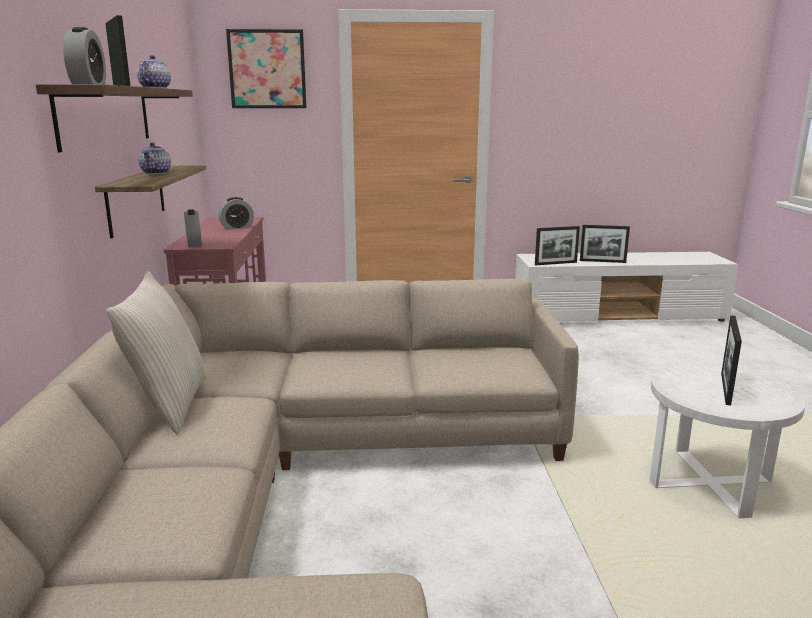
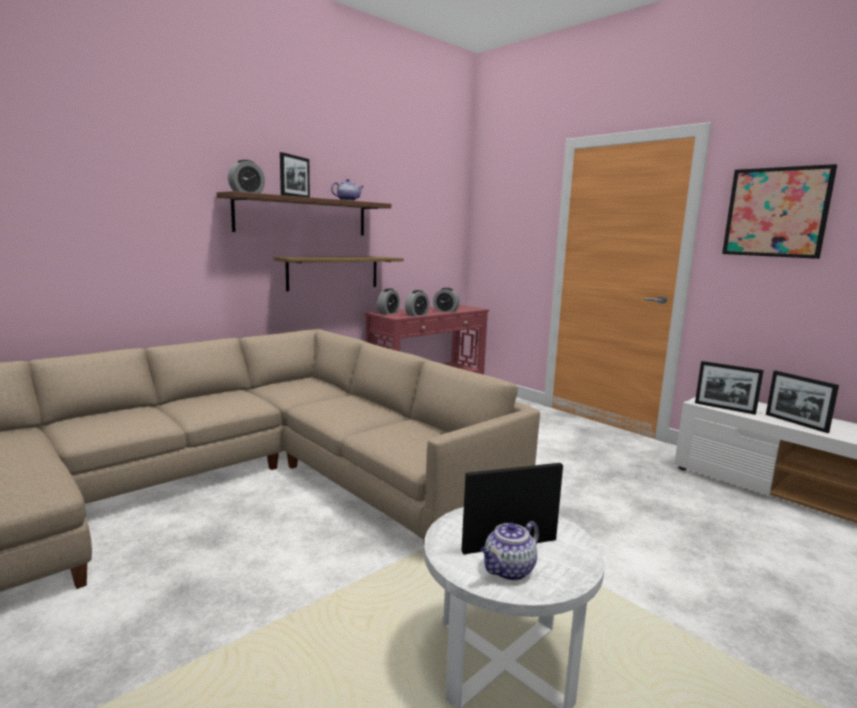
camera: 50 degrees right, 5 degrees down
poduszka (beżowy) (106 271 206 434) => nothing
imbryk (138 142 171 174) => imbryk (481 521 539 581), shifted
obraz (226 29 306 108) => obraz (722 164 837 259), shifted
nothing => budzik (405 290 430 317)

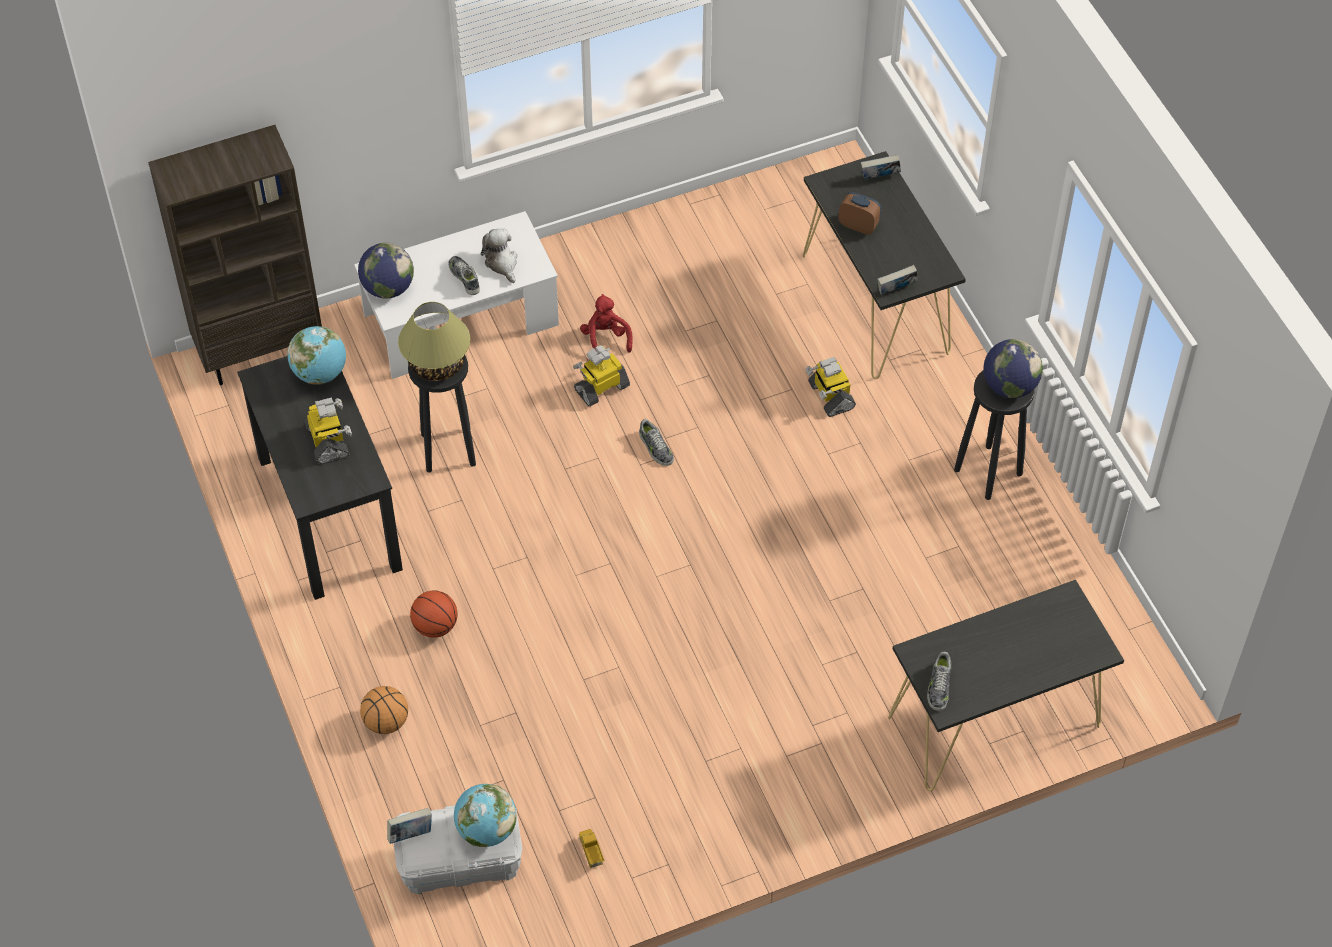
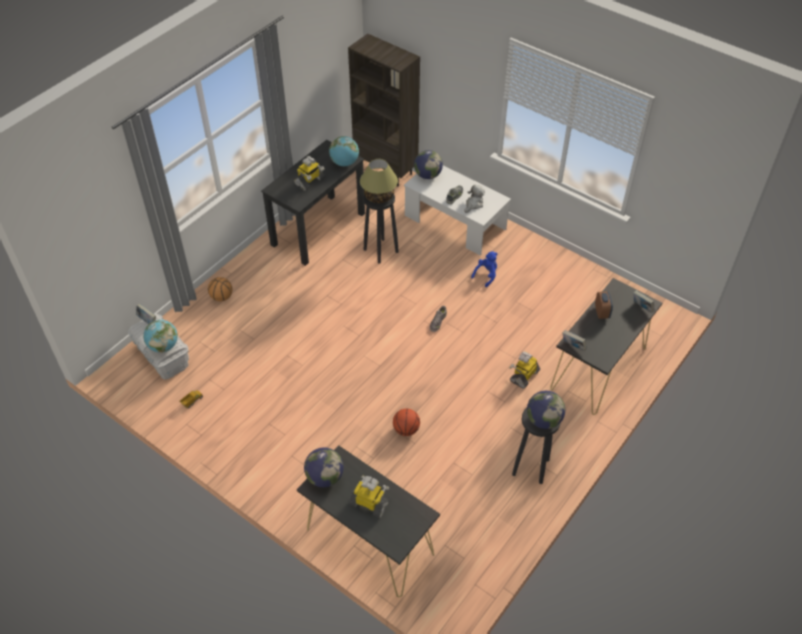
camera: 60 degrees right, 5 degrees down
piłka do koszykówki (410 591 457 638) => piłka do koszykówki (393 409 420 436), shifted
robot zabawkowy (573 345 630 407) => robot zabawkowy (349 476 390 518), shifted
pluszak (czerwony) (580 294 633 353) => pluszak (niebieski) (471 251 497 287)
but (927 651 952 711) => globus (304 448 344 487)

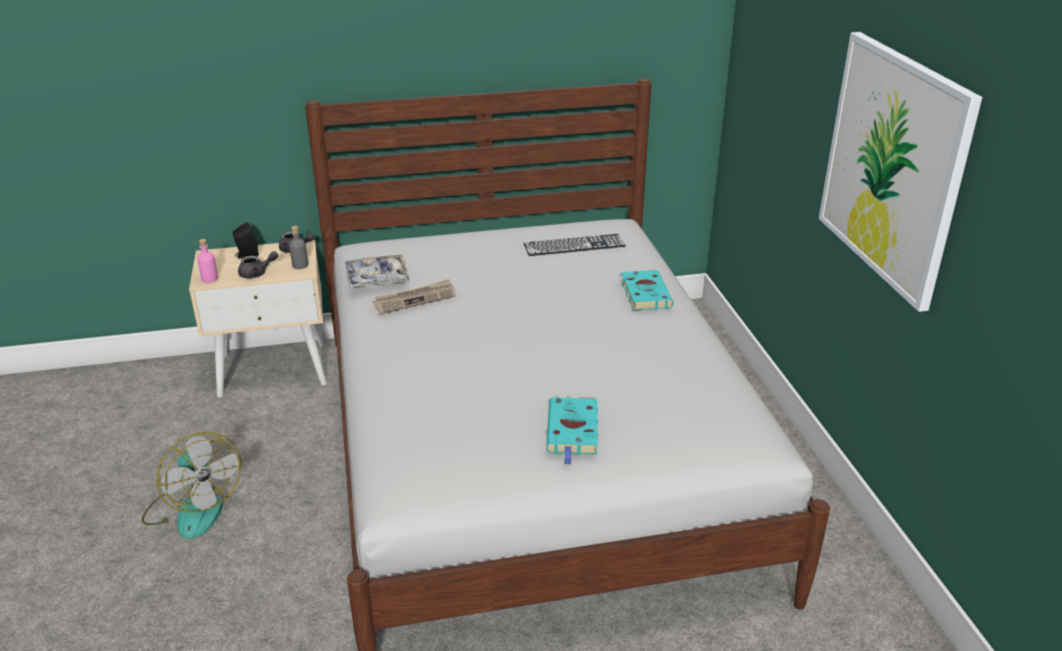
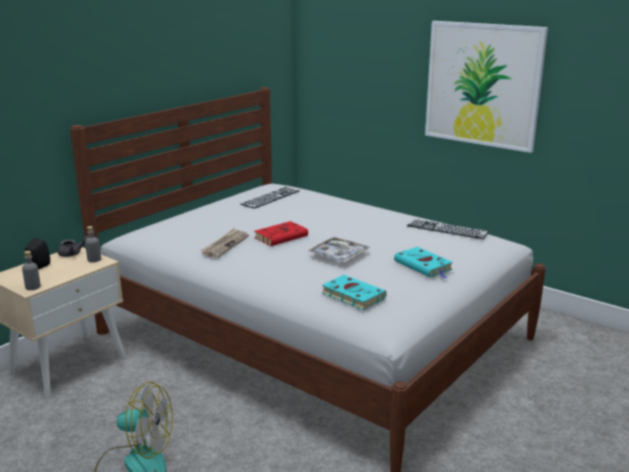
camera: 40 degrees left, 10 degrees down
butelka (różowy) (197 239 218 283) => butelka (szary) (22 251 41 290)
imbryk (szary) (238 251 278 278) => nothing
taca (345 255 409 287) => taca (307 237 370 262), shifted
książka (turkusowy) (621 270 673 311) => książka (turkusowy) (322 275 387 310), shifted
nothing => książka (czerwony) (255 221 309 246)
nothing => klawiatura (407 219 489 239)

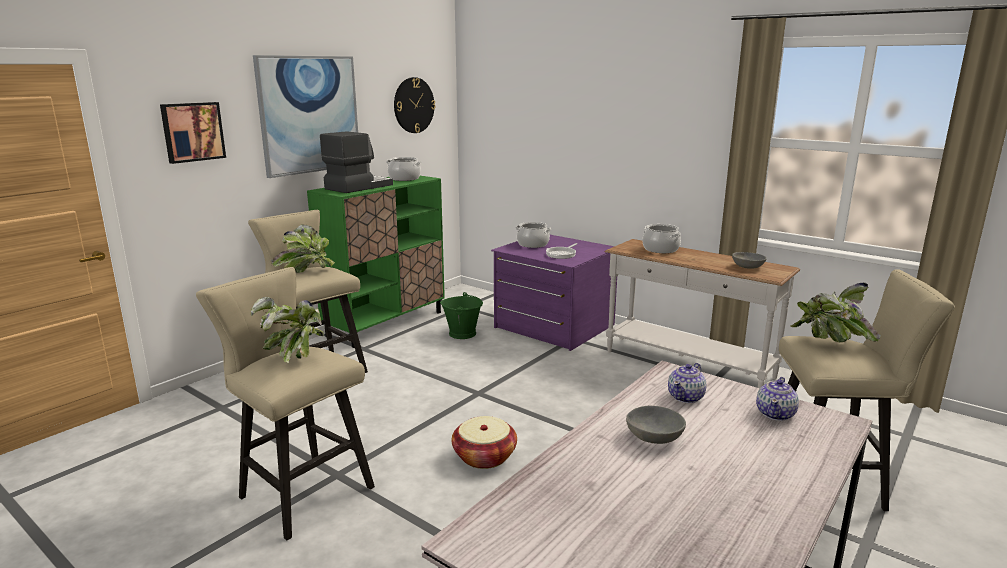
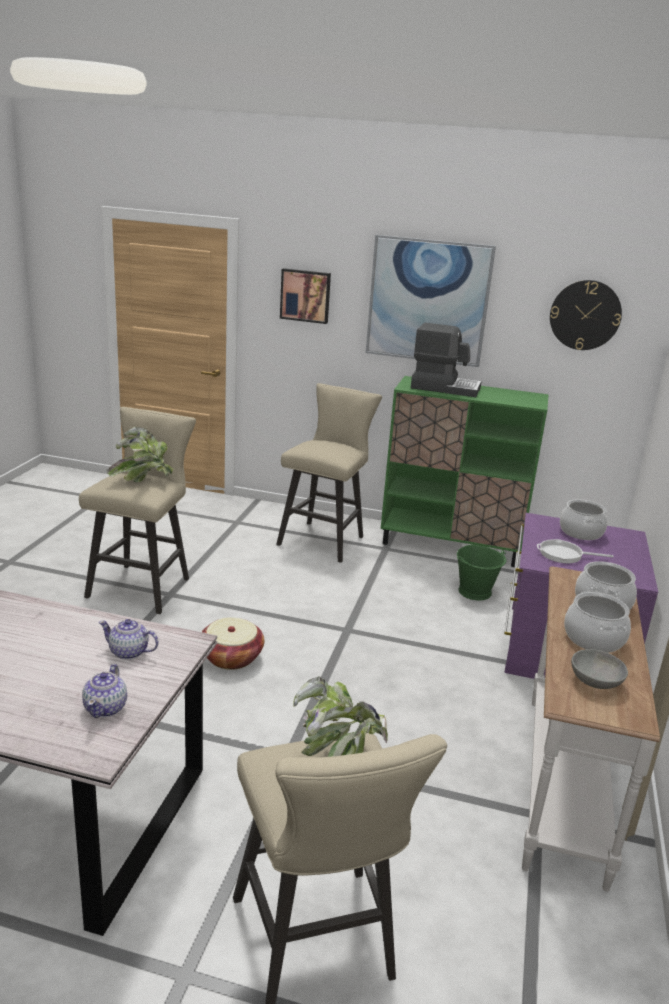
camera: 65 degrees right, 5 degrees up
roślina doniczkowa (271 224 335 273) => nothing
garnek (386 157 421 181) => garnek (564 591 631 653), shifted
miska (szary) (626 406 686 444) => nothing
imbryk (756 377 799 421) => imbryk (82 664 127 718), 90 degrees counterclockwise

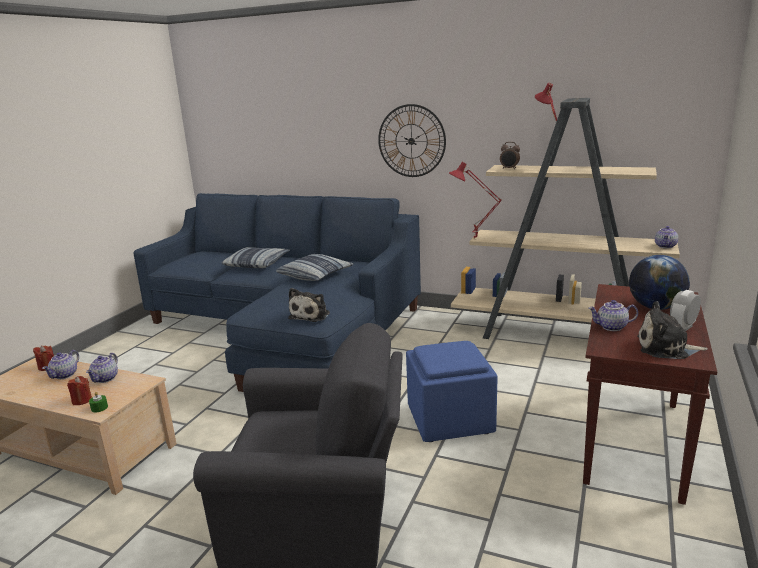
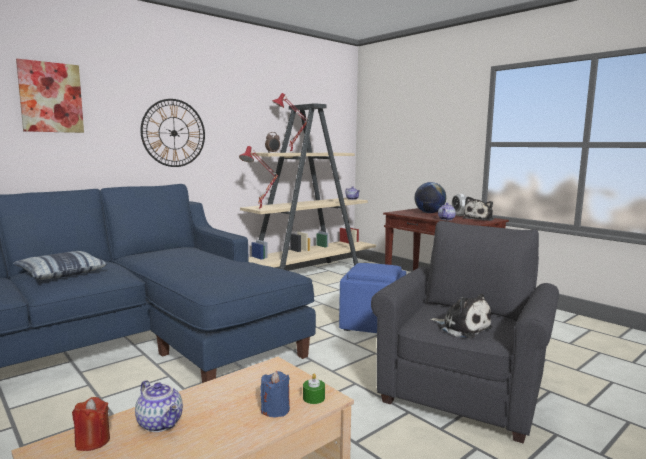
camera: 65 degrees left, 10 degrees down
świeca (czerwony) (67 376 92 405) => świeca (niebieski) (260 371 290 417)
imbryk (86 353 118 383) => nothing
poduszka (276 254 353 281) => nothing
pluszak (288 288 330 322) => pluszak (430 294 493 339), shifted
nothing => obraz (16 59 84 133)

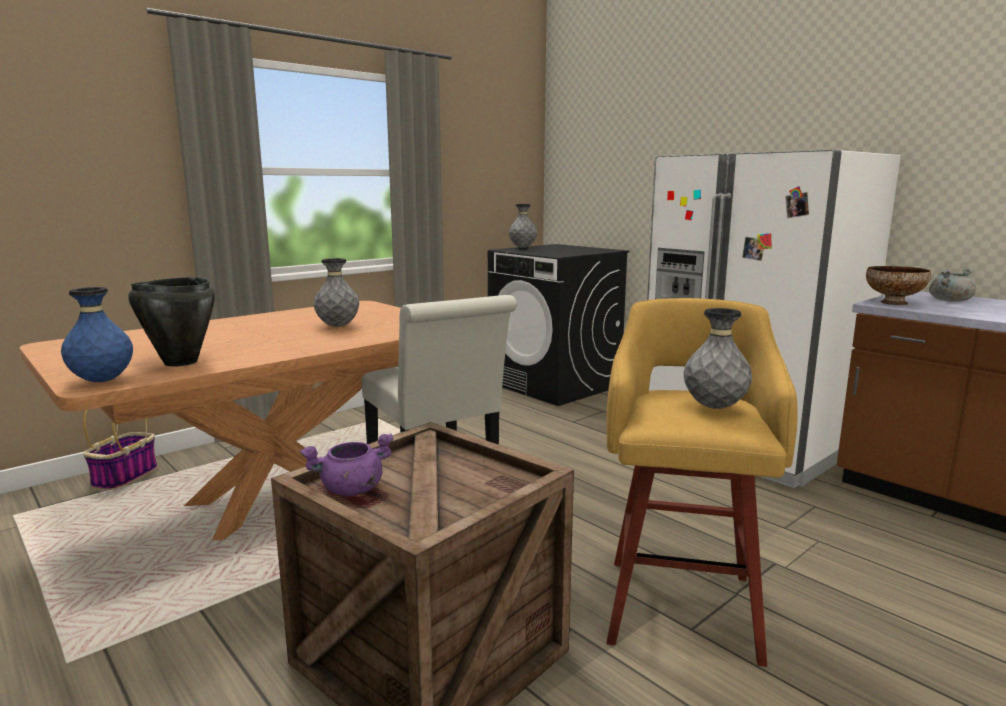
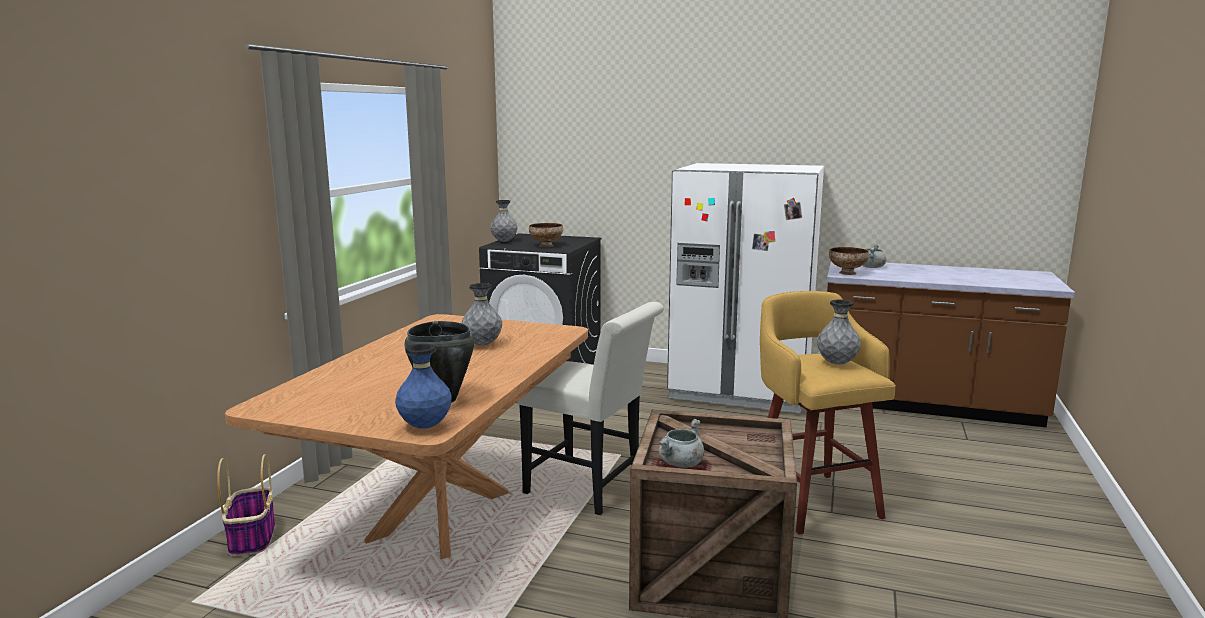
camera: 30 degrees left, 0 degrees up
garnek (fioletowy) (300 433 394 496) => garnek (szary) (658 419 704 468)
nothing => miska (529 223 563 247)

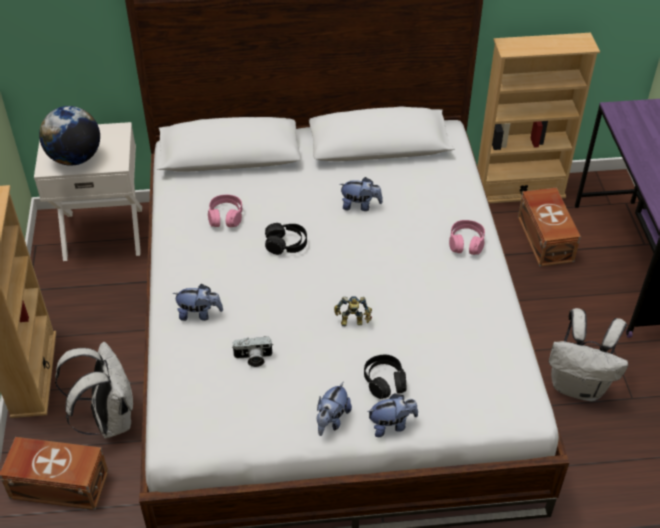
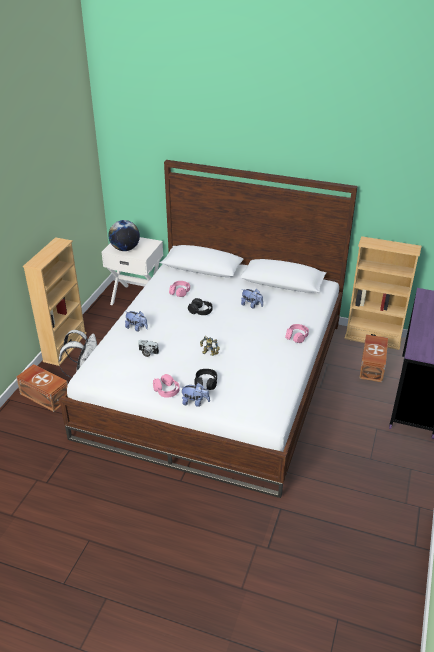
camera: 25 degrees right, 10 degrees down
pluszak (317 381 352 436) => słuchawki (różowy) (153 374 180 398)
plecak (biały) (549 308 628 402) => nothing

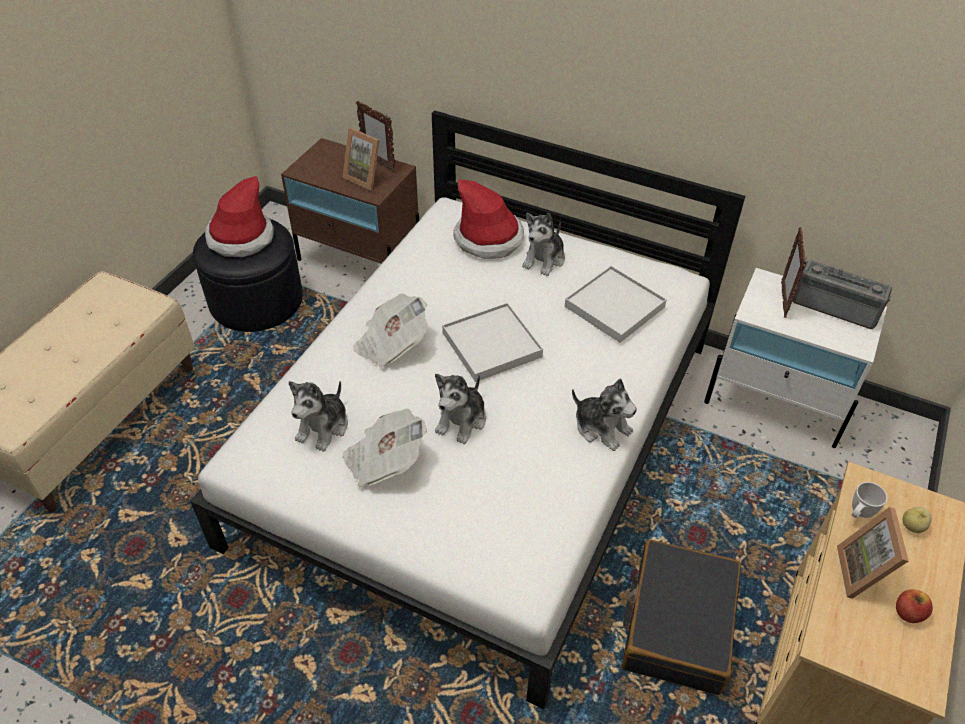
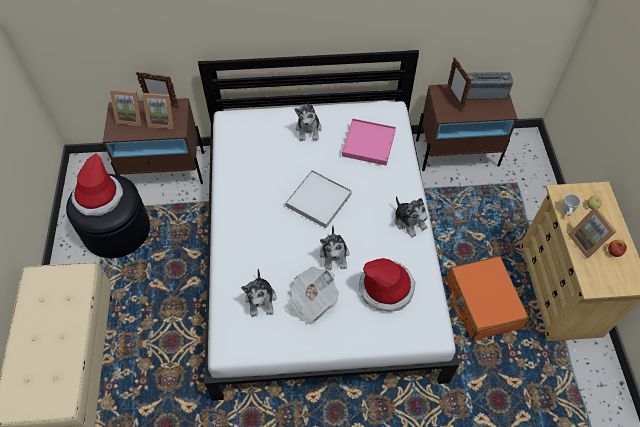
camera: 30 degrees left, 10 degrees up
gazeta (353 293 428 368) => nothing
kapelusz (453 179 524 259) => kapelusz (359 258 415 312), shifted
taca (biały) (565 266 667 343) => taca (różowy) (342 118 396 165)
pluszak (572 379 637 451) => pluszak (395 196 428 238), 45 degrees clockwise
walizka (czarny) (622 539 741 695) => walizka (pomarańczowy) (447 256 529 341)
szafka nocna (biały) (704 268 887 448) => szafka nocna (brązowy) (416 84 518 171)
nothing => ramka na zdjęcie (110 89 142 126)

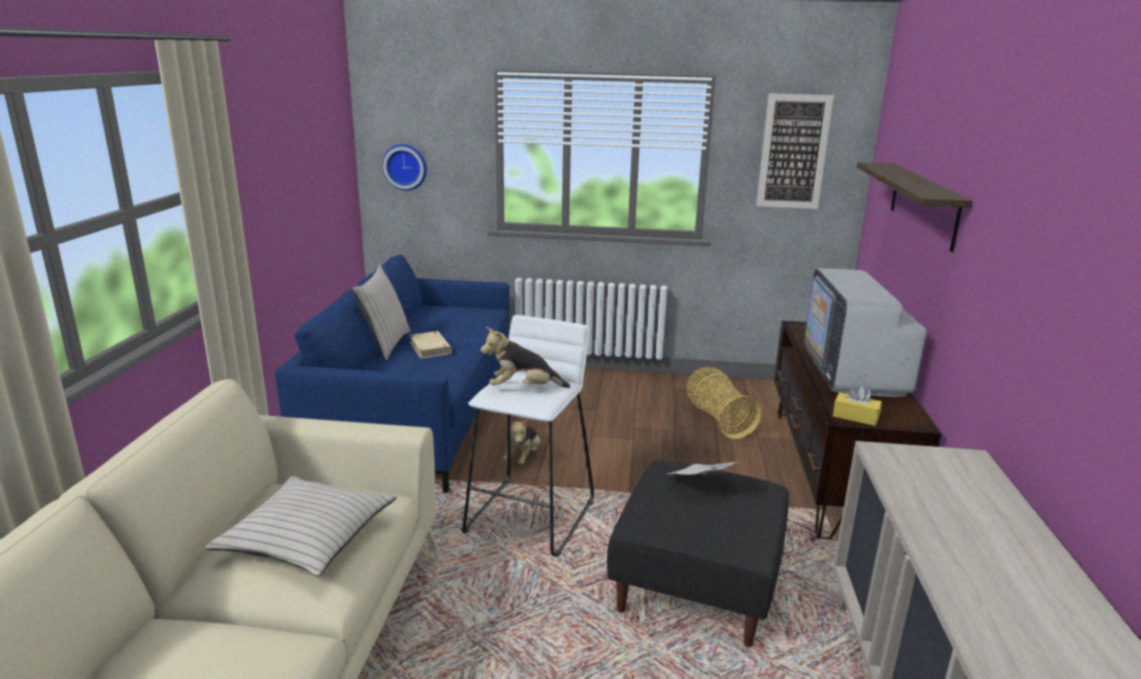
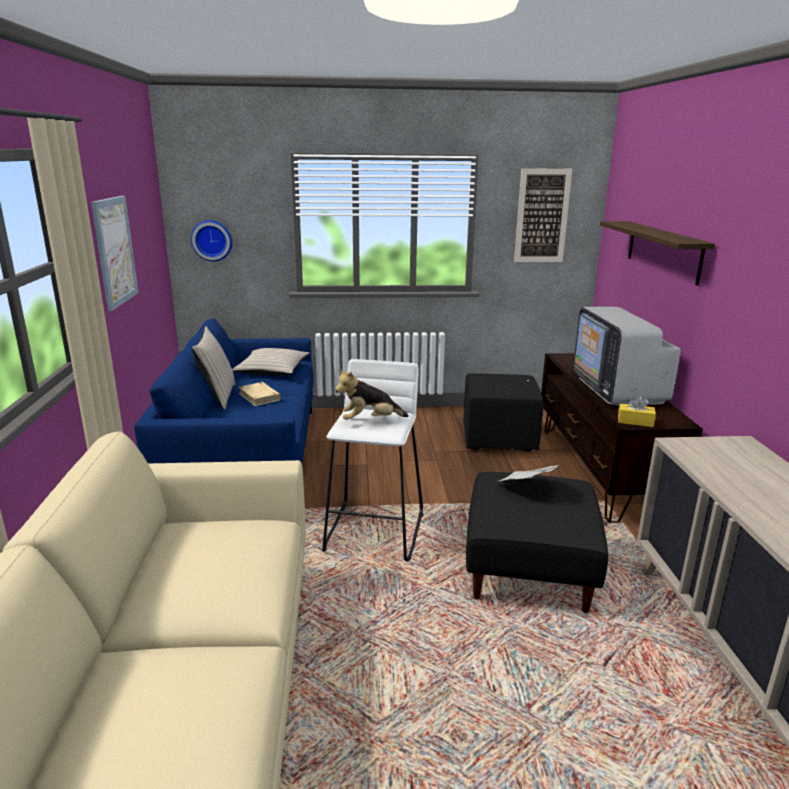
camera: 10 degrees left, 0 degrees up
poduszka (beżowy) (205 476 397 576) => poduszka (beżowy) (232 348 310 376), shifted
pluszak (503 419 540 465) => nothing
koszyk (687 367 762 439) => pufa (czarny) (463 374 544 452)
nothing => obraz (91 196 139 311)

